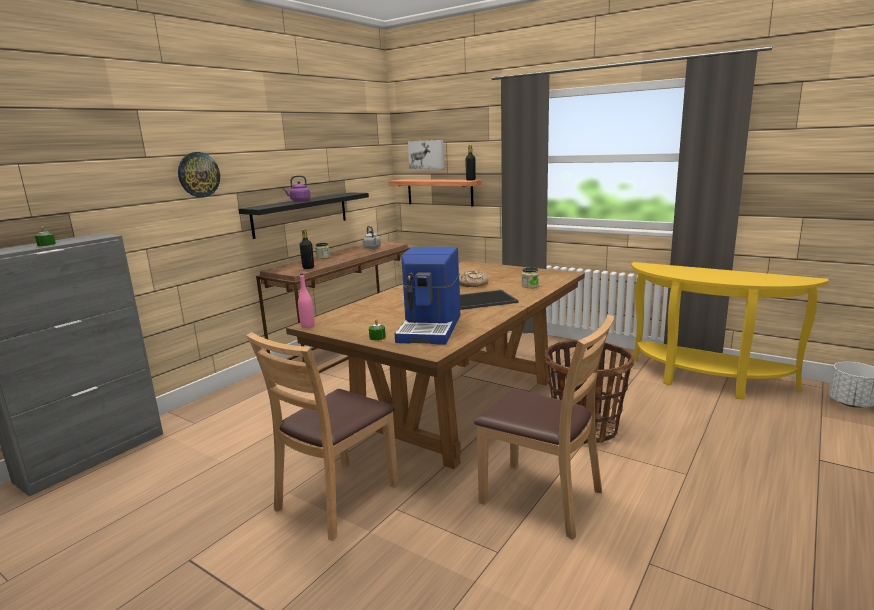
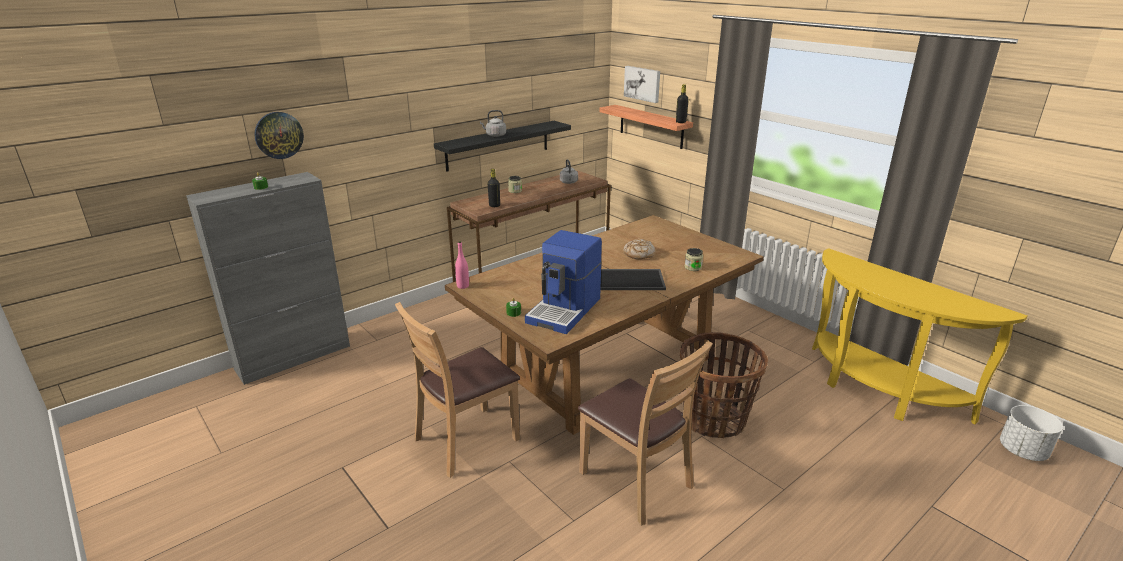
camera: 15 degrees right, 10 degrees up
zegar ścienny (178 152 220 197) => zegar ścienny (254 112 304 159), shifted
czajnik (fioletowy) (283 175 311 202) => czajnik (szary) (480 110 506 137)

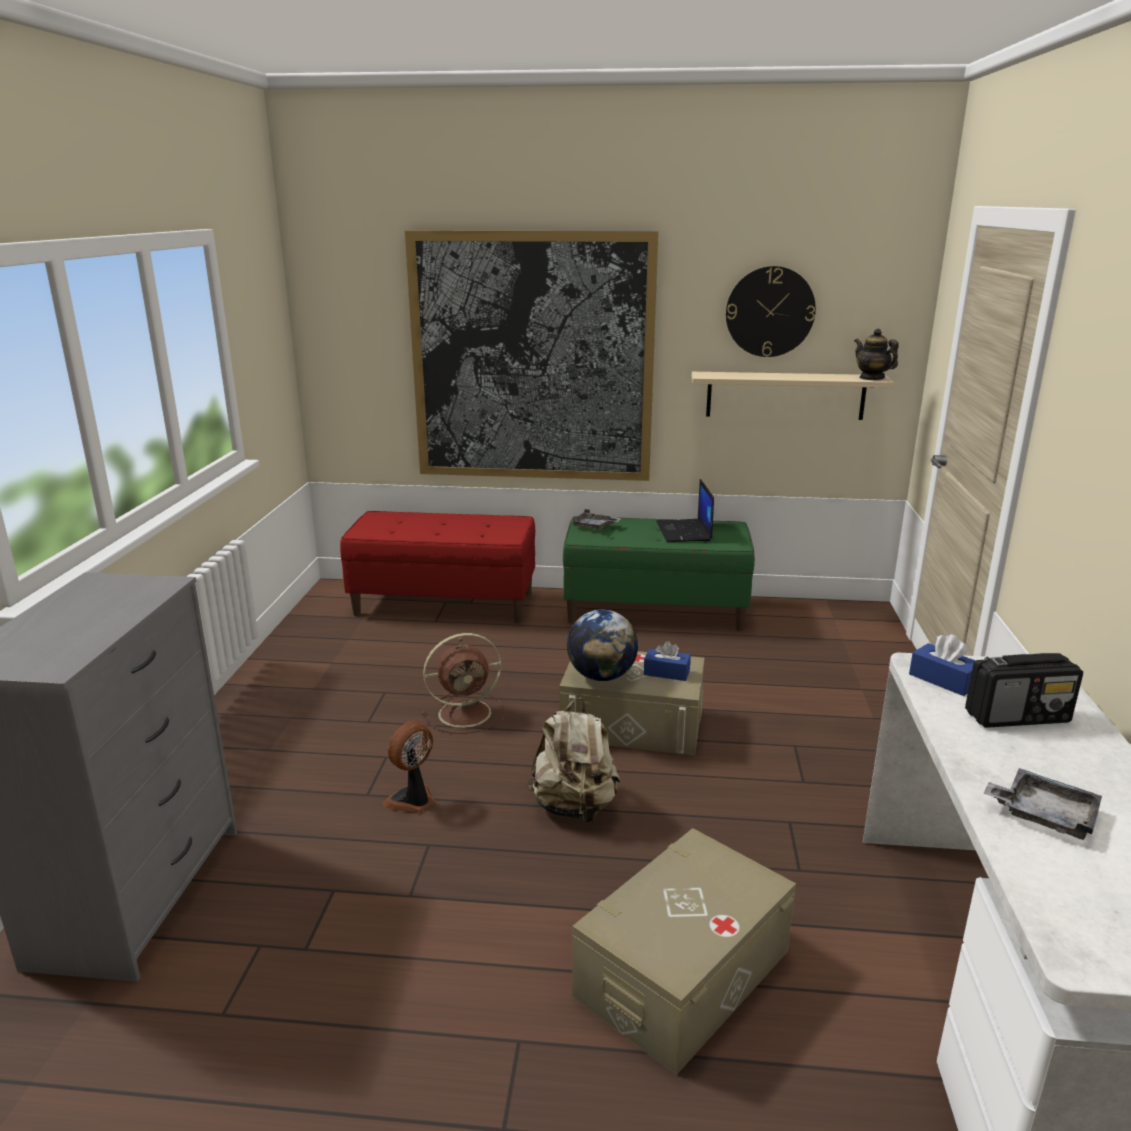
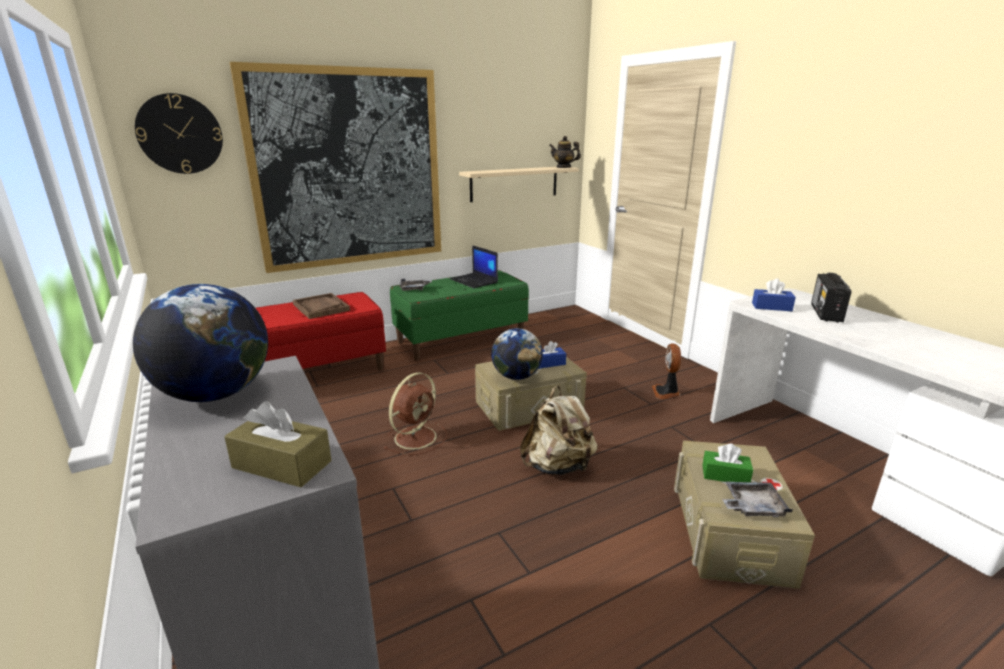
camera: 35 degrees left, 0 degrees up
wentylator (383 721 435 812) => wentylator (652 343 681 399), shifted
zegar ścienny (726 266 816 357) => zegar ścienny (135 93 223 174), shifted
radio (965 653 1083 728) => radio (811 273 852 322), 150 degrees clockwise
taca (szary) (984 768 1102 840) => taca (szary) (722 481 793 517), shifted
nothing => globus (133 284 268 402)
nothing => pudełko chusteczek (brązowy) (224 401 332 487)
nothing => taca (brązowy) (293 293 350 319)
nothing => pudełko chusteczek (zielony) (702 444 753 482)

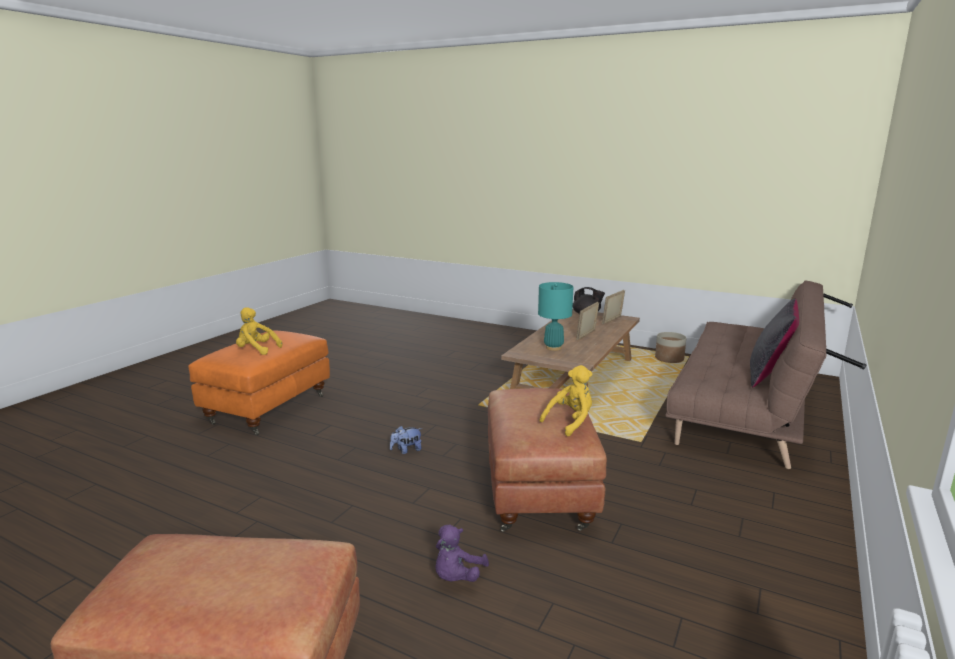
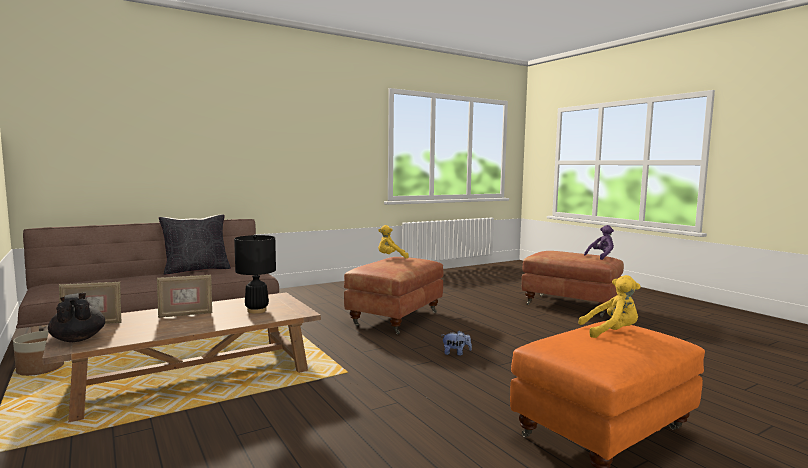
camera: 150 degrees left, 10 degrees down
pluszak (żółty) (236 307 282 355) => pluszak (żółty) (578 275 641 338), 45 degrees counterclockwise
pluszak (fioletowy) (436 524 489 582) => pluszak (fioletowy) (584 225 614 260), shifted
lampa stołowa (turkusowy) (538 282 573 351) => lampa stołowa (czarny) (234 235 276 313)

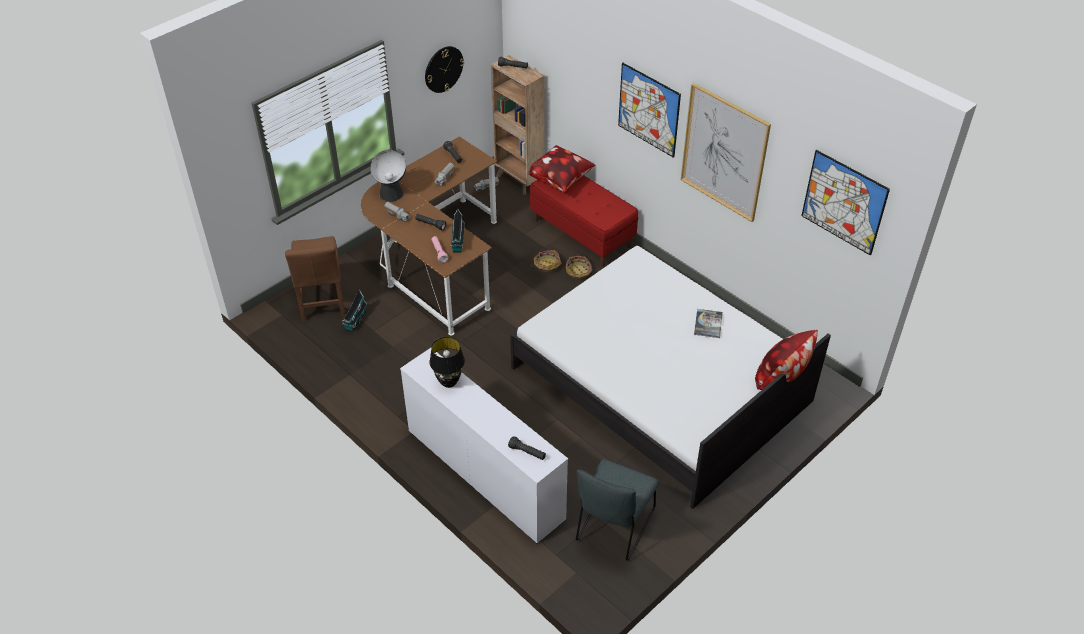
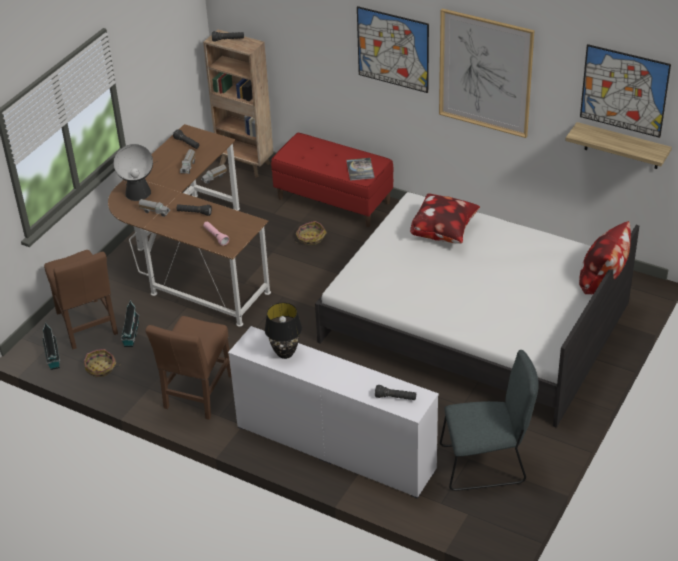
camera: 15 degrees left, 5 degrees down
zegar ścienny (425 46 464 93) => nothing
domek (451 208 465 253) => domek (42 322 60 370), shifted
poduszka (528 145 596 192) => poduszka (410 193 480 244), shifted
koszyk (566 256 595 279) => koszyk (84 349 120 377), shifted
krzesło (szary) (576 459 659 561) => krzesło (szary) (440 350 539 491), 105 degrees counterclockwise
książka (694 309 723 338) => książka (346 158 375 181), shifted
nothing => krzesło (brązowy) (145 316 232 420)
nothing => półka (565 122 672 169)

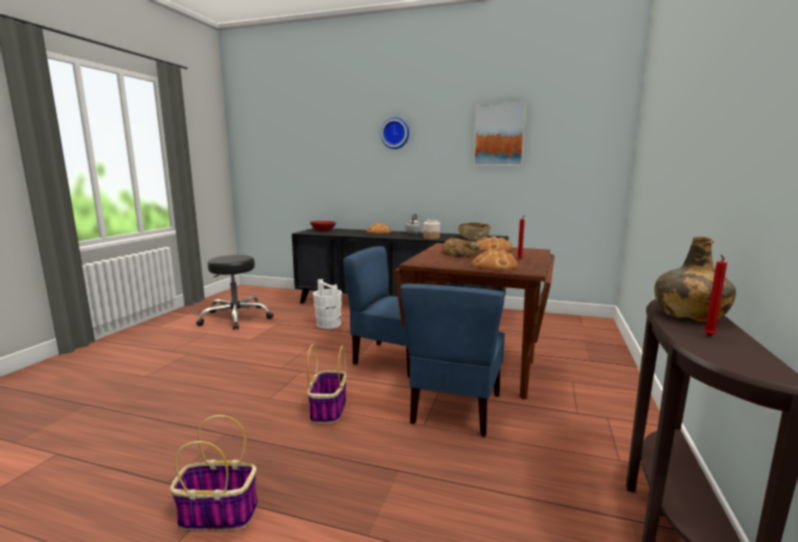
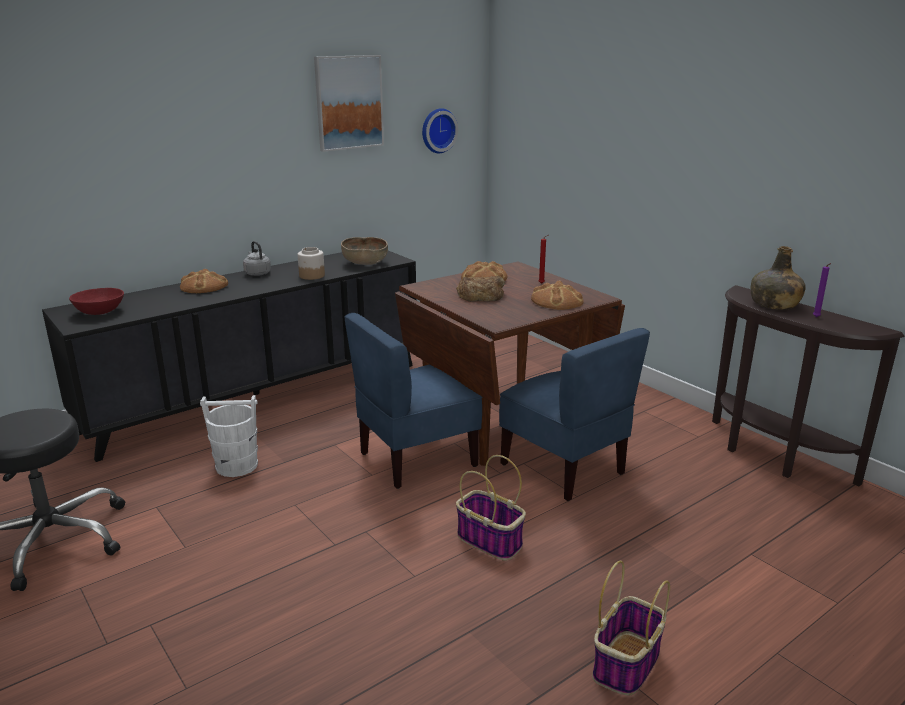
camera: 55 degrees left, 10 degrees up
zegar ścienny (380 117 409 149) => zegar ścienny (422 108 458 153), shifted
świeca (czerwony) (704 255 727 336) => świeca (fioletowy) (813 263 831 317)

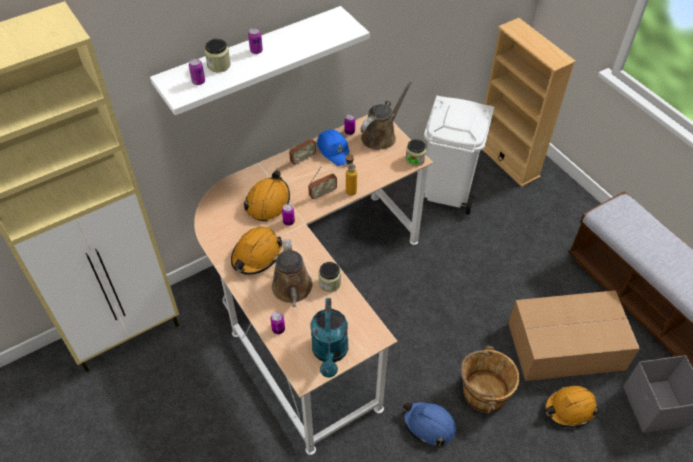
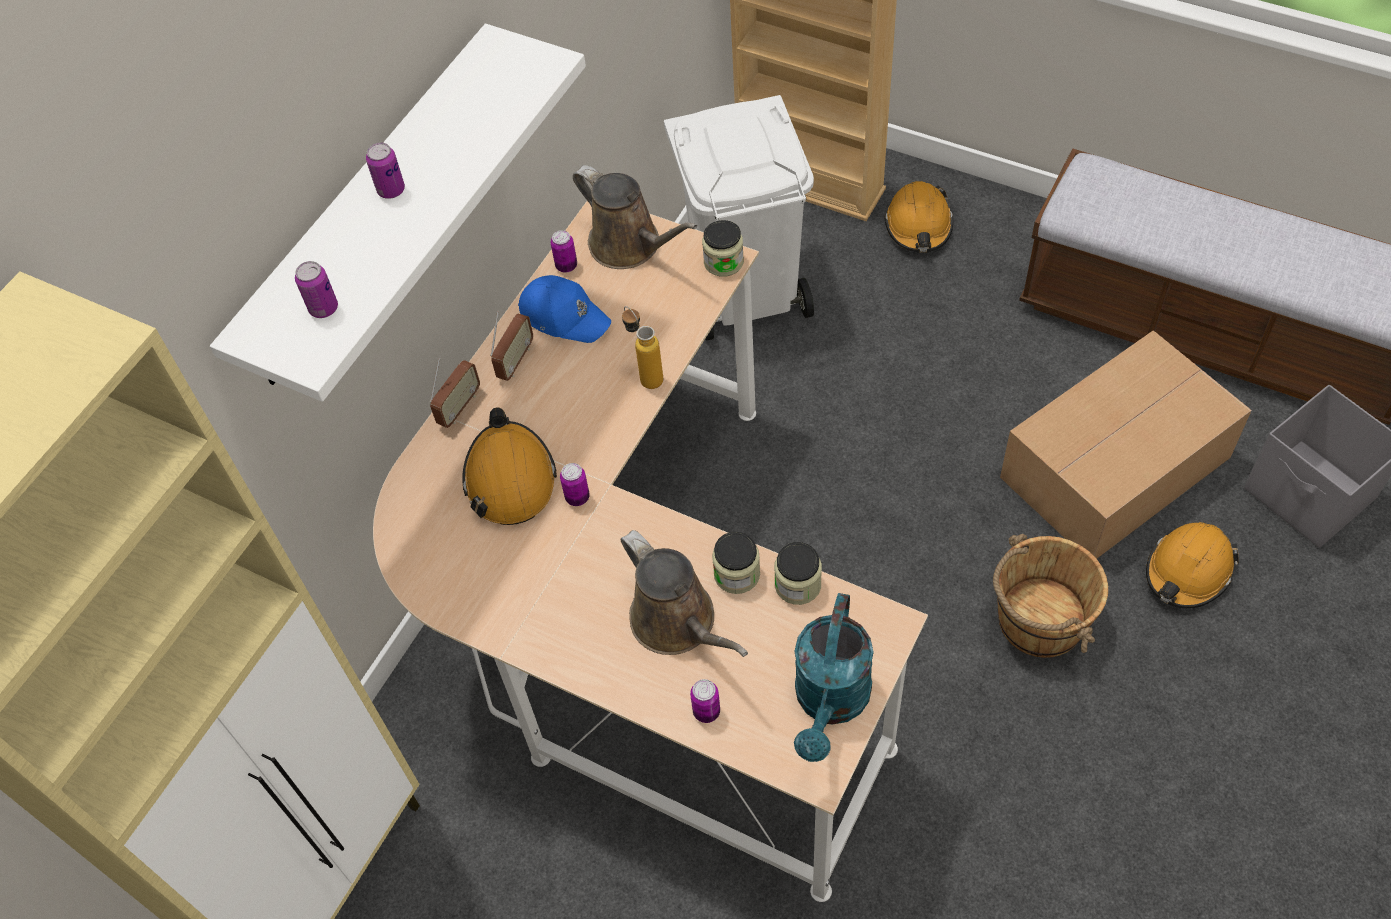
camera: 25 degrees left, 5 degrees up
słoik (205 39 231 72) => słoik (774 542 822 605), shifted
kask (pomarańczowy) (231 227 283 275) => kask (pomarańczowy) (884 181 953 252), shifted
radio (308 167 337 199) => radio (430 358 480 428), shifted
konewka (turkusowy) (311 298 348 378) => konewka (turkusowy) (794 593 874 762), 45 degrees clockwise
konewka (brązowy) (361 80 413 150) => konewka (brązowy) (573 165 697 269), 120 degrees clockwise
kask (niebieski) (403 401 456 446) => nothing

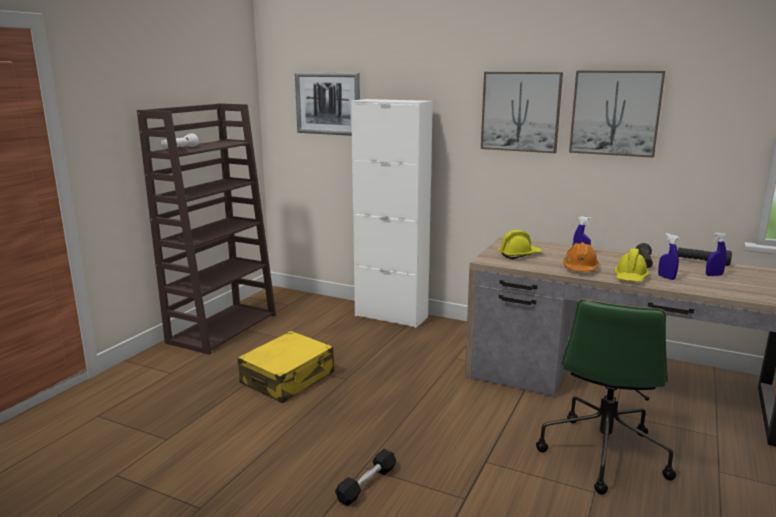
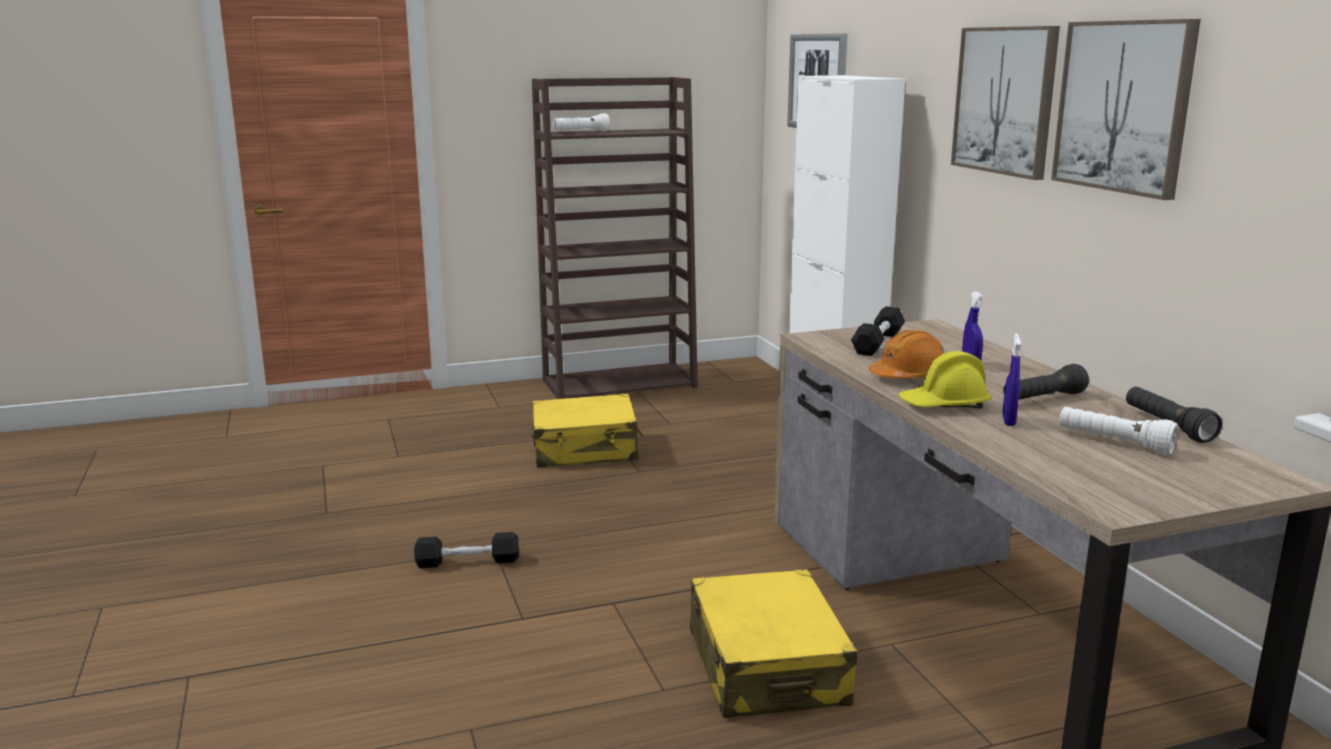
camera: 45 degrees right, 0 degrees up
kask (żółty) (498 230 542 259) => hantel (czarny) (851 306 905 356)
krzesło biurowe (zielony) (536 299 676 495) => walizka (żółty) (690 569 858 718)
spryskiwacz (niebieski) (706 232 727 276) => latarka (biały) (1059 407 1178 455)

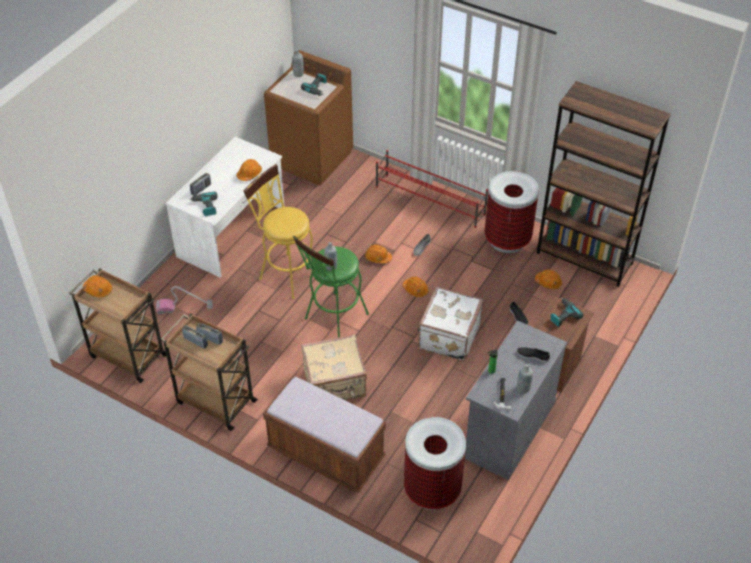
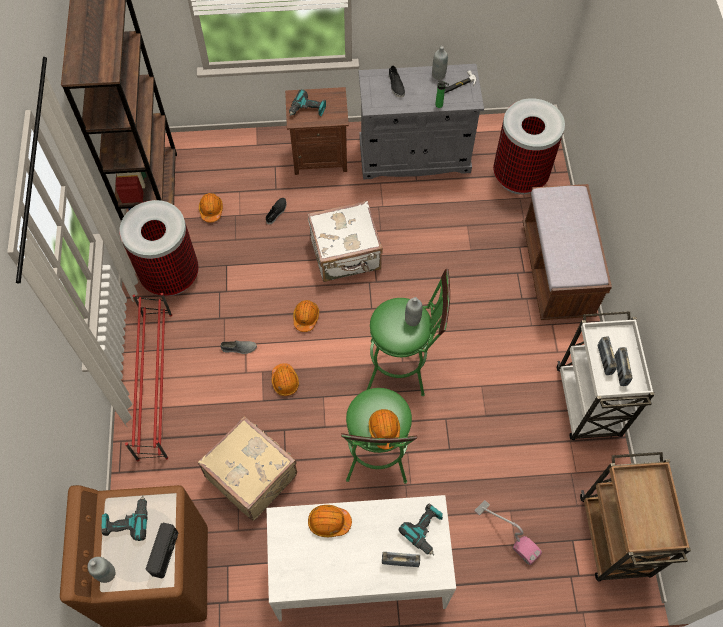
camera: 125 degrees left, 15 degrees up
kask (pomarańczowy) (83 275 112 297) => kask (pomarańczowy) (369 409 400 449), shifted
wózek (brązowy) (160 313 258 431) => wózek (biały) (557 311 655 440)
stołek (żółty) (244 164 313 299) => stołek (zielony) (341 388 417 484)
walizka (beżowy) (301 334 367 400) => walizka (beżowy) (198 416 297 521), shifted
nothing => radio (145 522 179 578)

